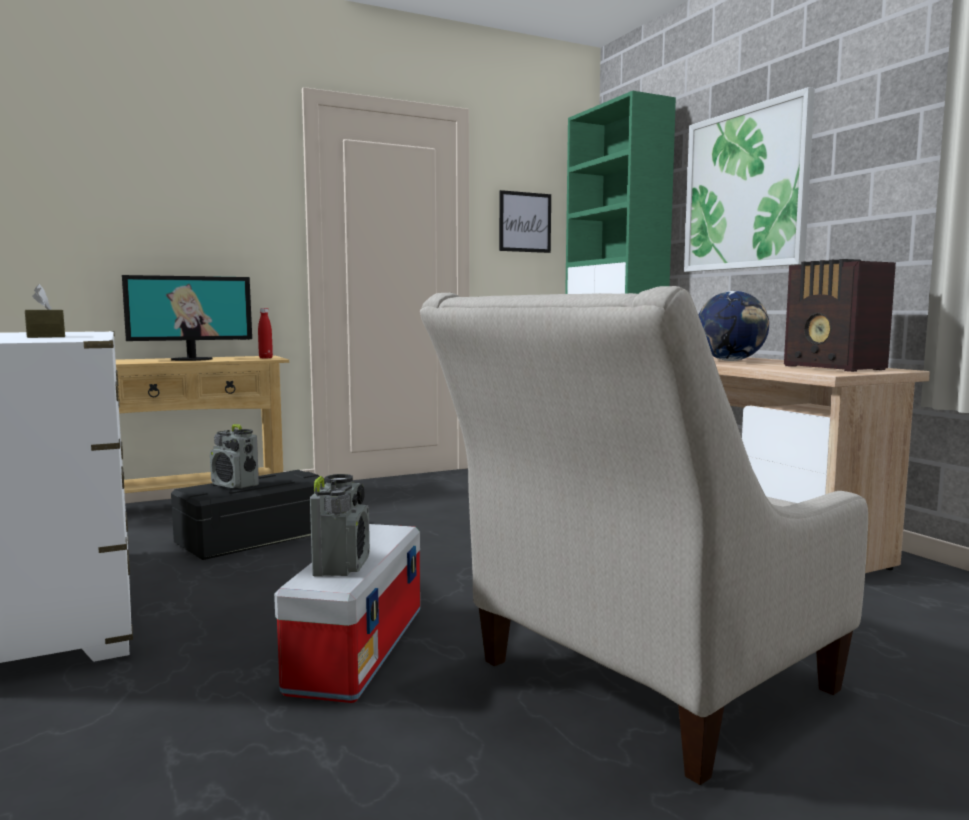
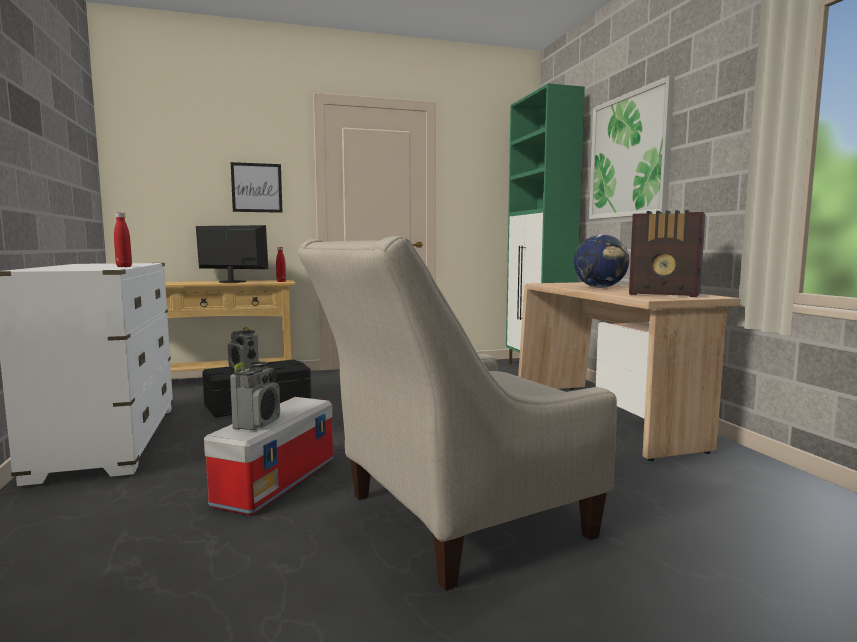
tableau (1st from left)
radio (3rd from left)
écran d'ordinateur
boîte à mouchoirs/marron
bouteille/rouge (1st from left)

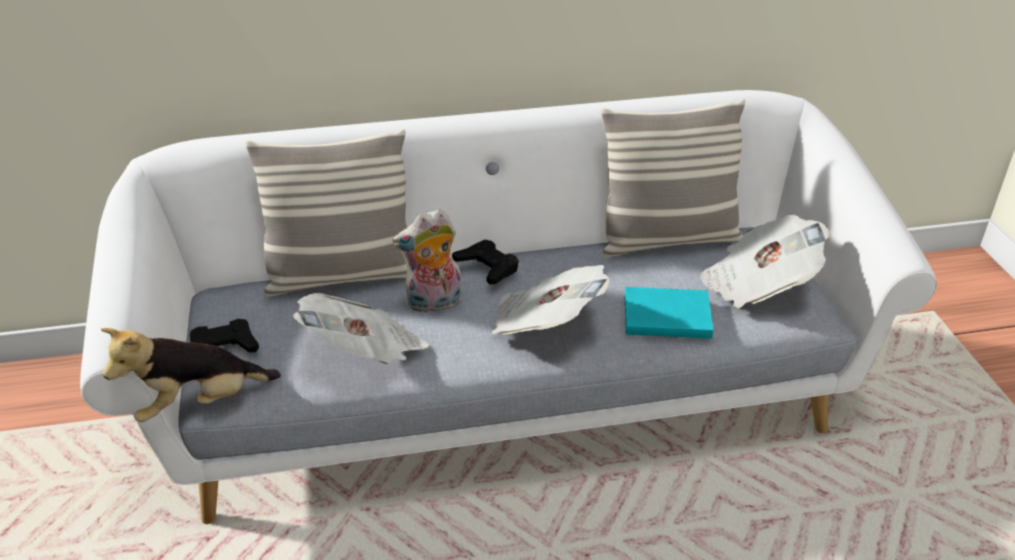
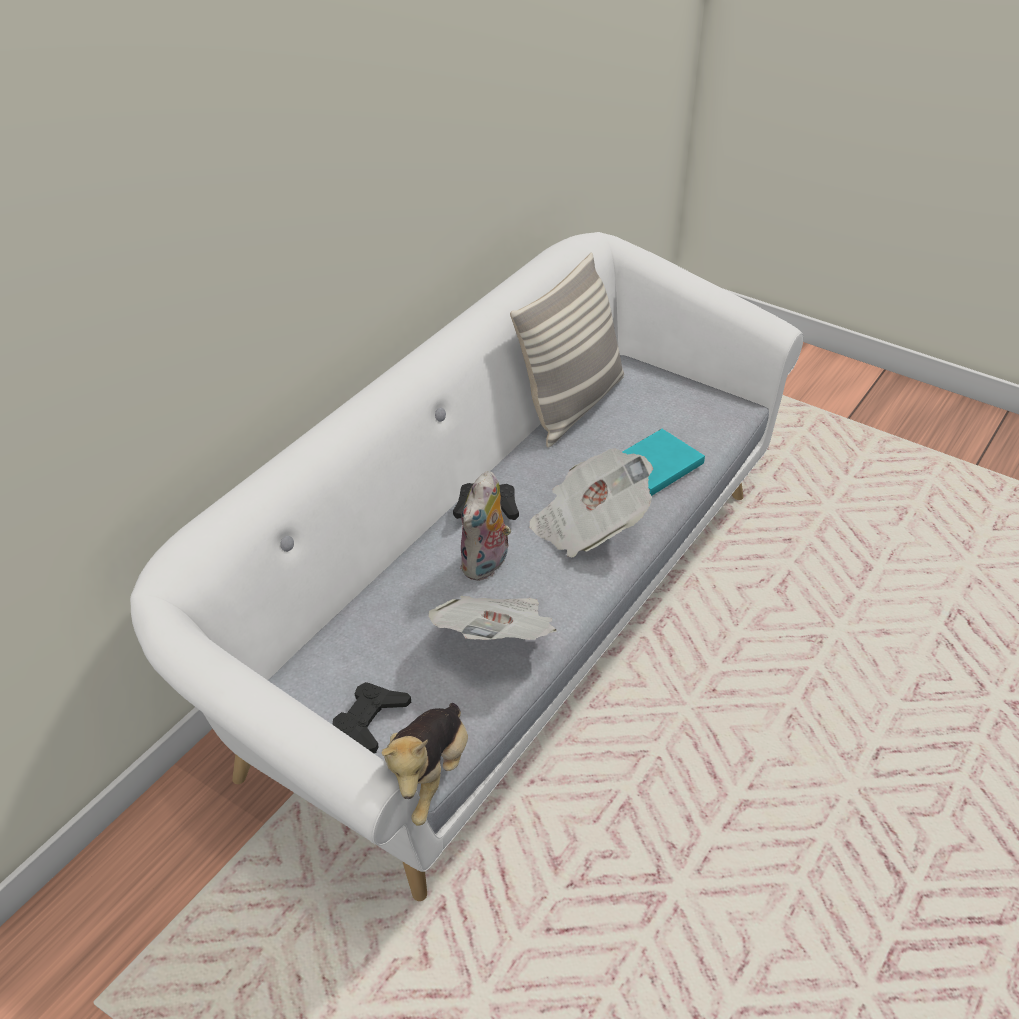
coussin (1st from left in the first image)
journal (3rd from left in the first image)

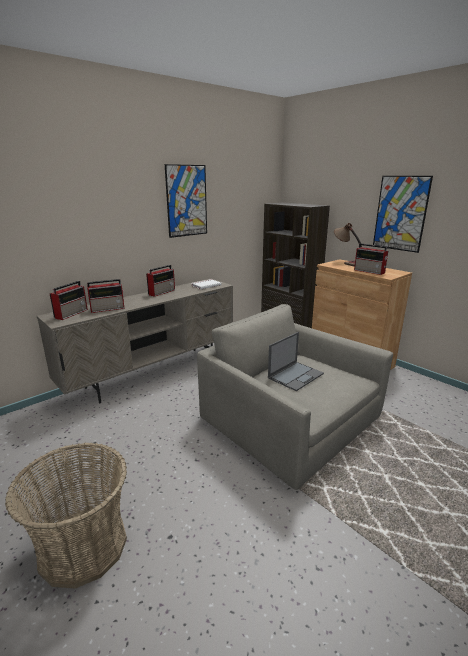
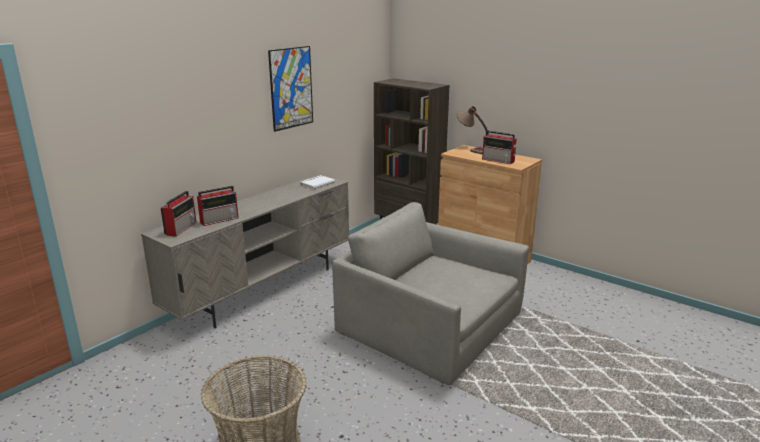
tableau (2nd from left in the first image)
radio (3rd from left in the first image)
ordinateur portable

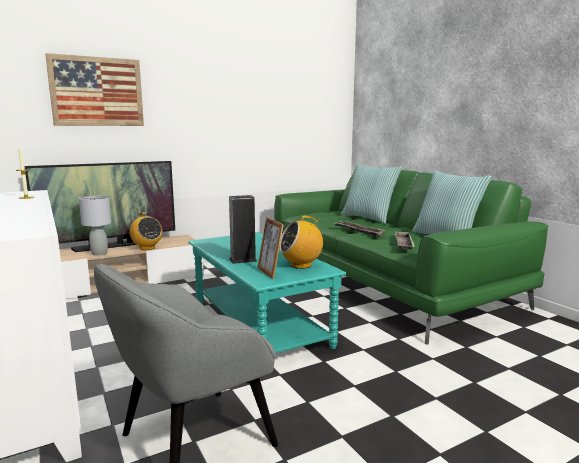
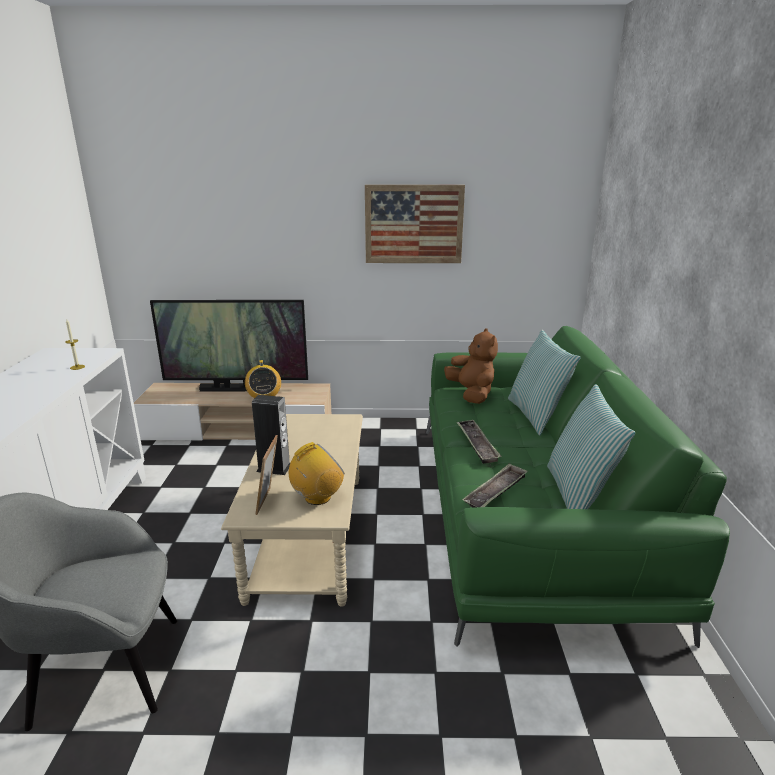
tableau
lampe de table/gris
radio (2nd from left)
table basse/beige
peluche/marron

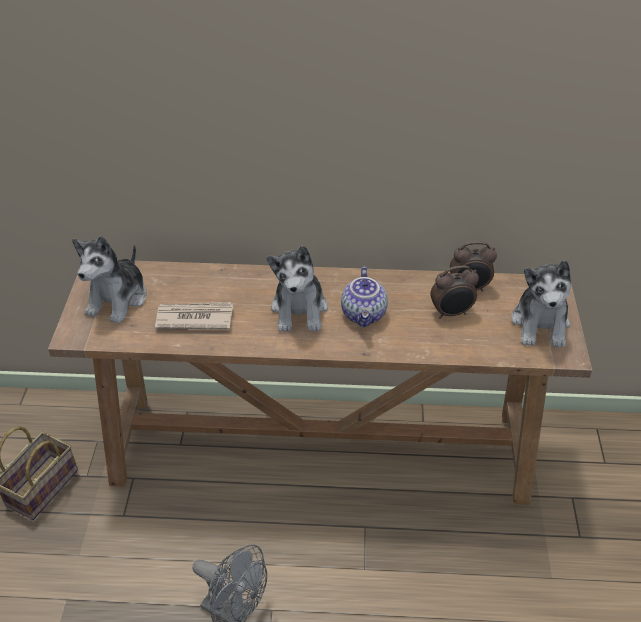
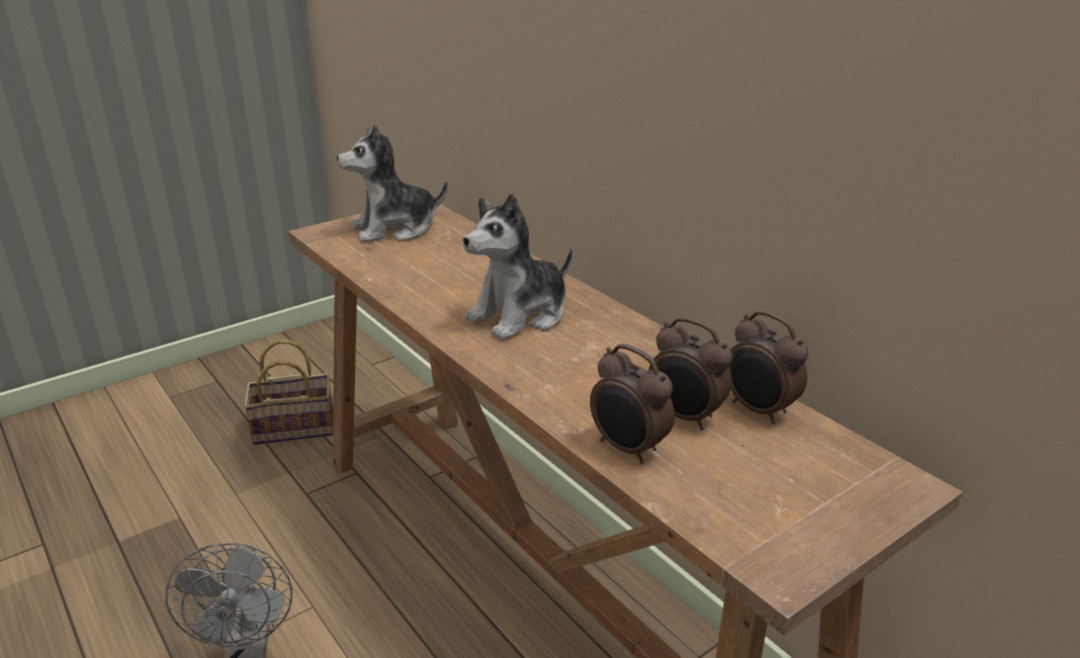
peluche (3rd from left in the first image)
théière
journal
réveil (1st from left)

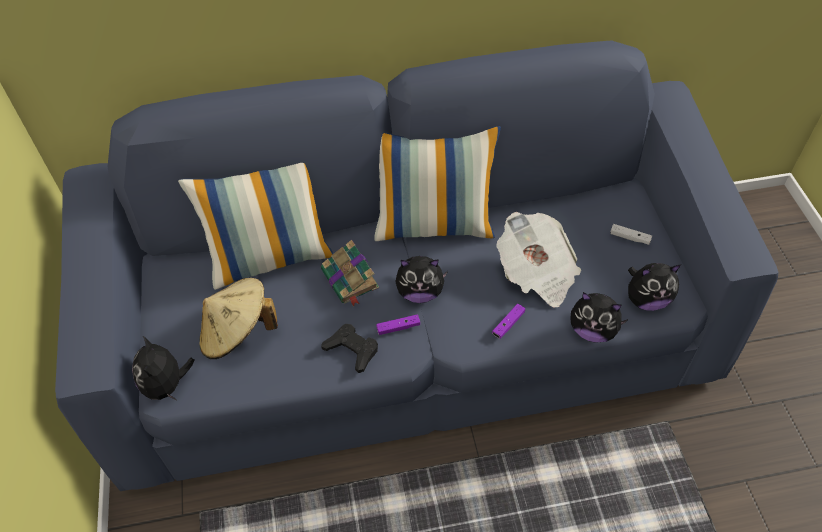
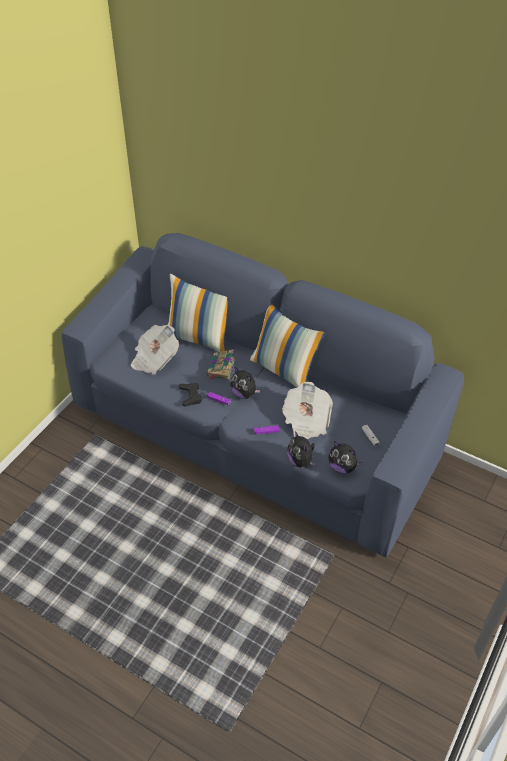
journal (1st from left)
peluche (1st from left in the first image)

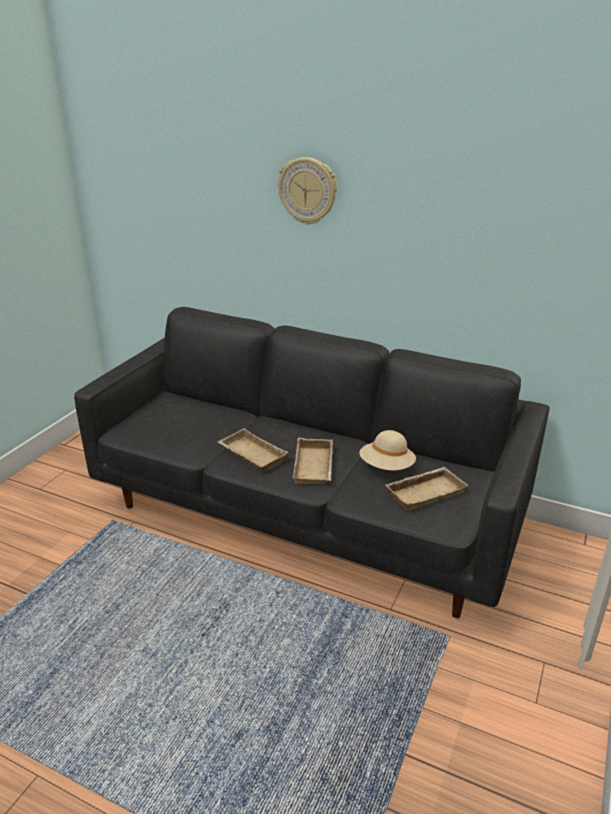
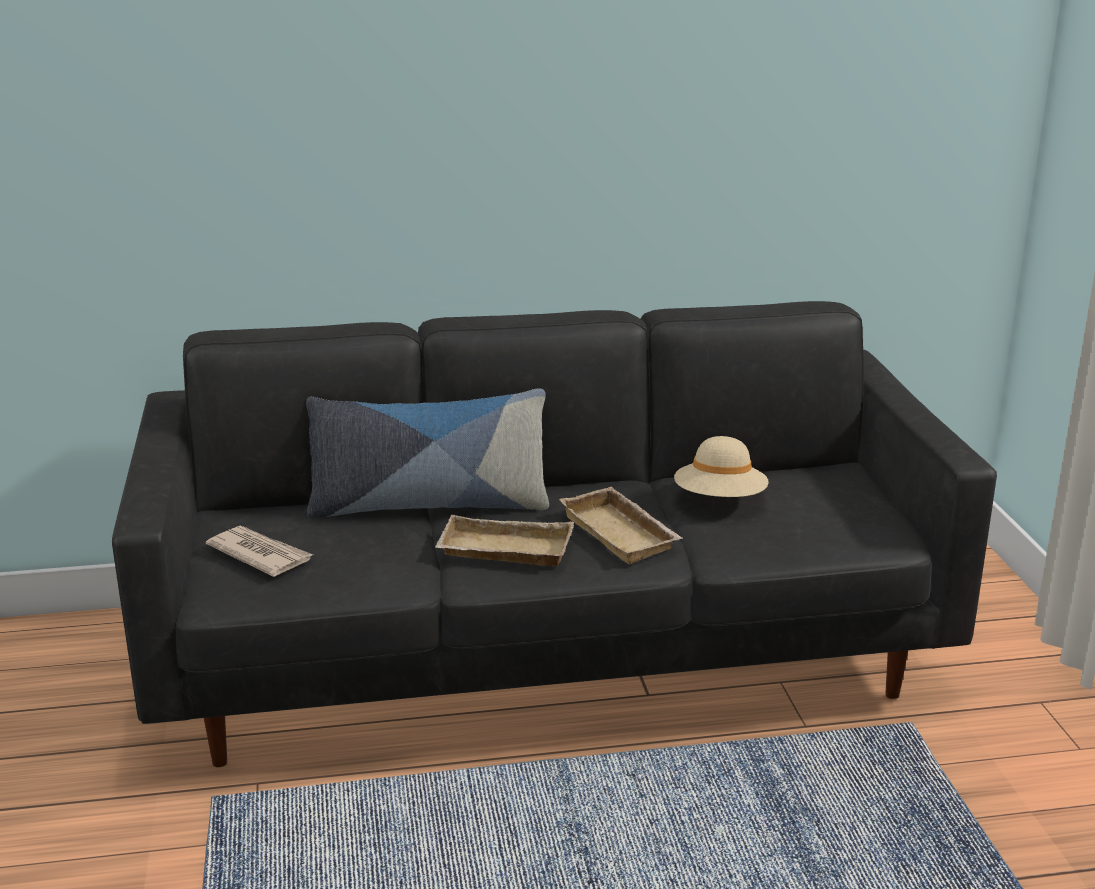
horloge murale
plateau/beige (3rd from left in the first image)
coussin
journal

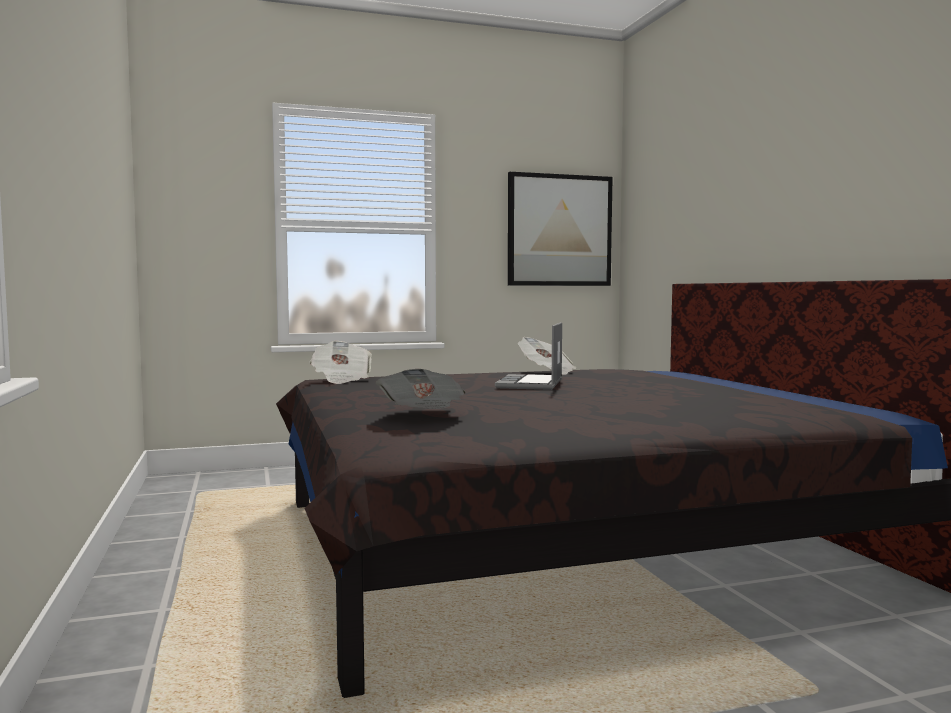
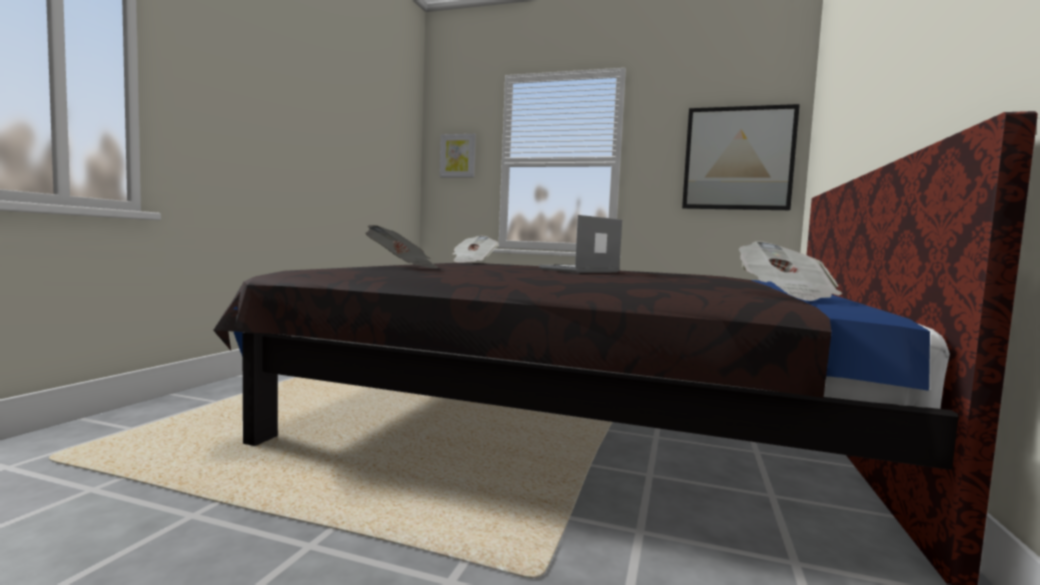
journal (3rd from left)
tableau (1st from left)

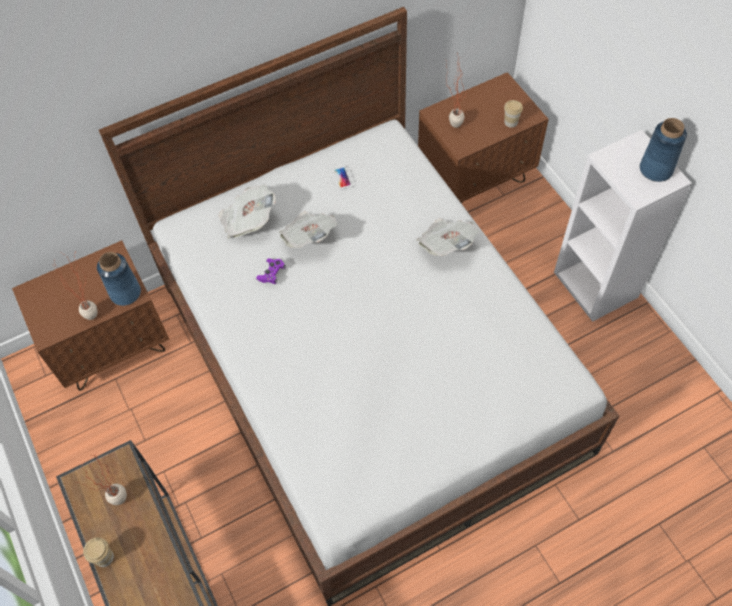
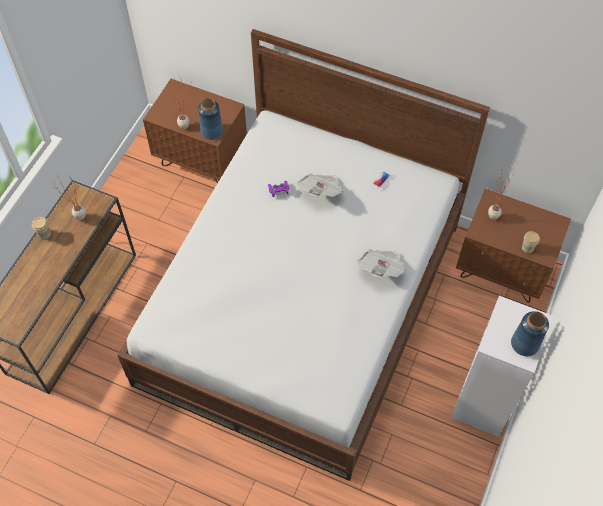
journal (1st from left in the first image)

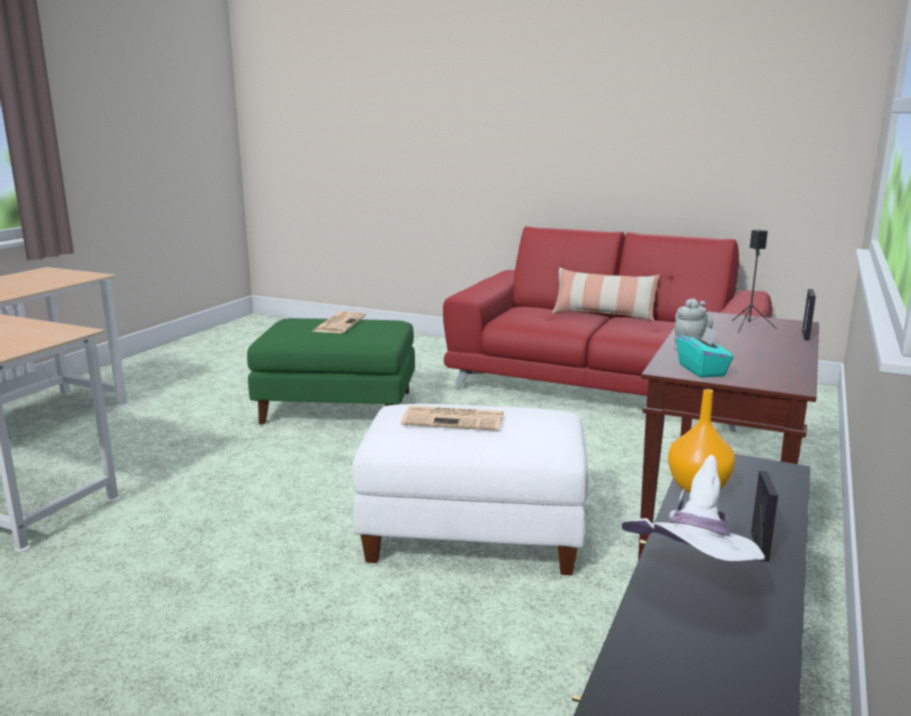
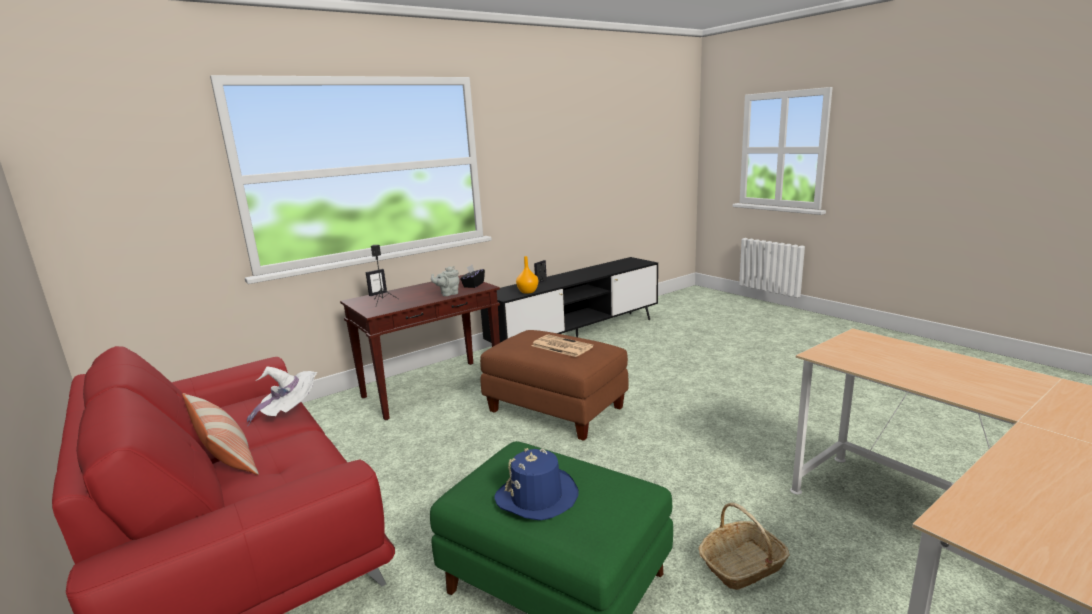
chapeau/bleu
boîte à mouchoirs/noir
pouf/marron
chapeau/blanc
panier

